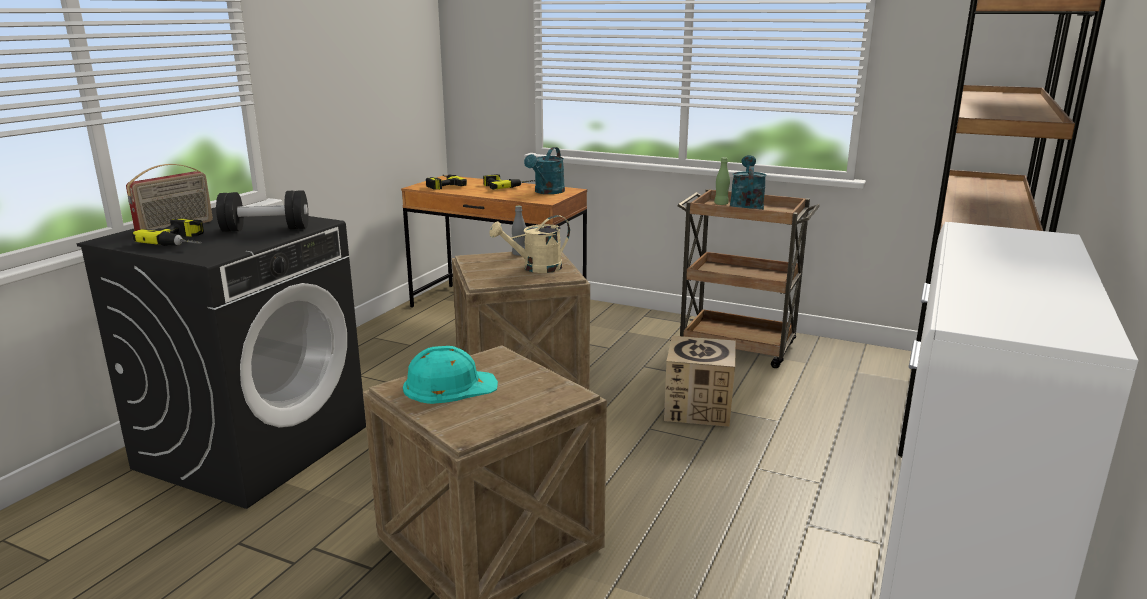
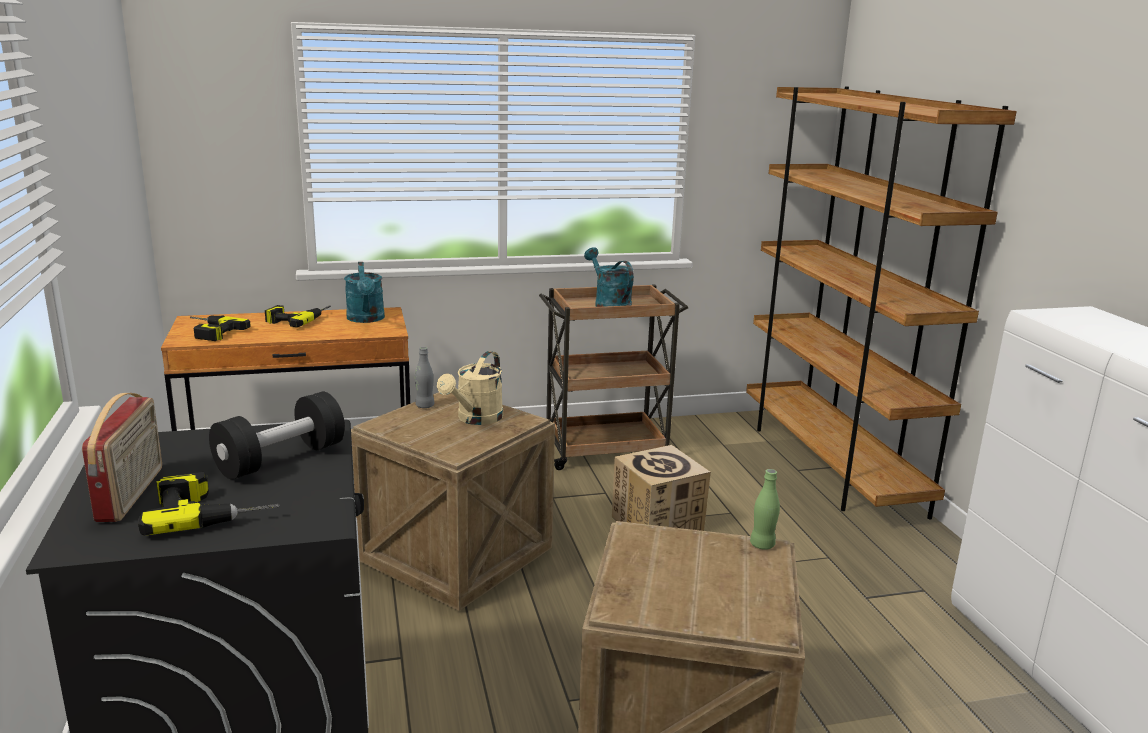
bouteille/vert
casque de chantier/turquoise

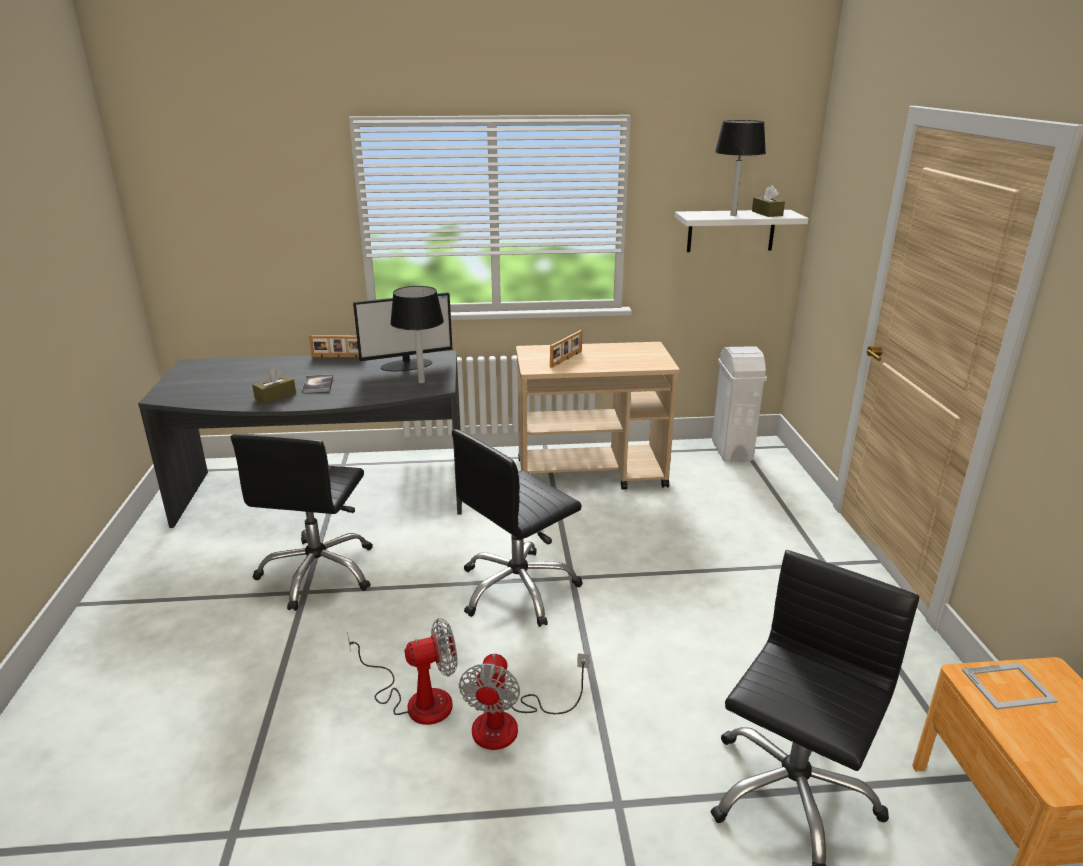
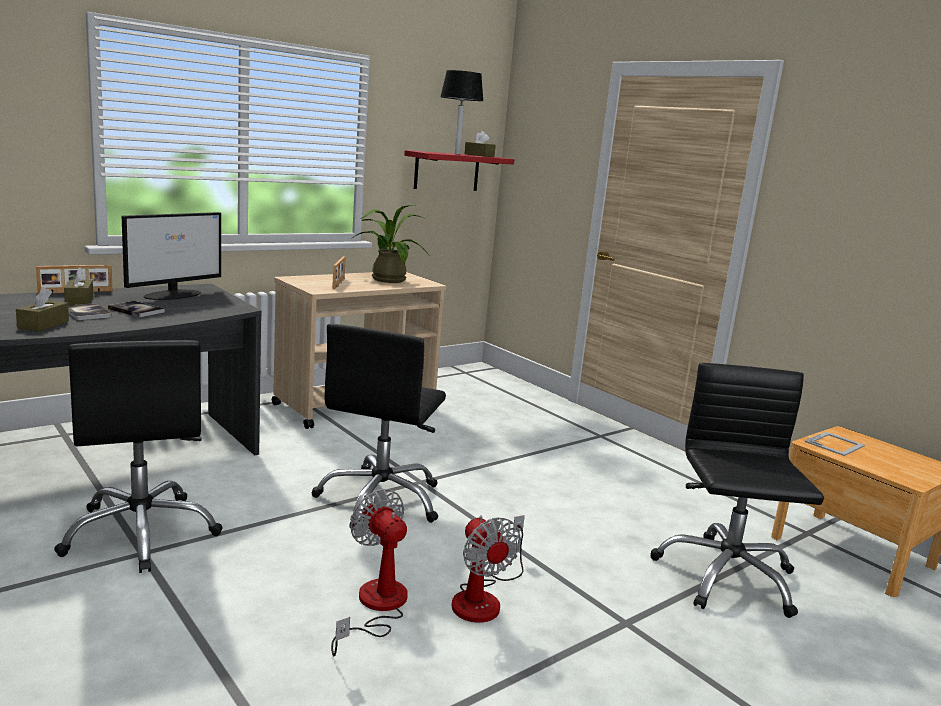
étagère/rouge
lampe de table/noir (1st from left in the first image)
poubelle/blanc
ventilateur (1st from left)
plante en pot
boîte à mouchoirs/marron (2nd from left)
livre (2nd from left)

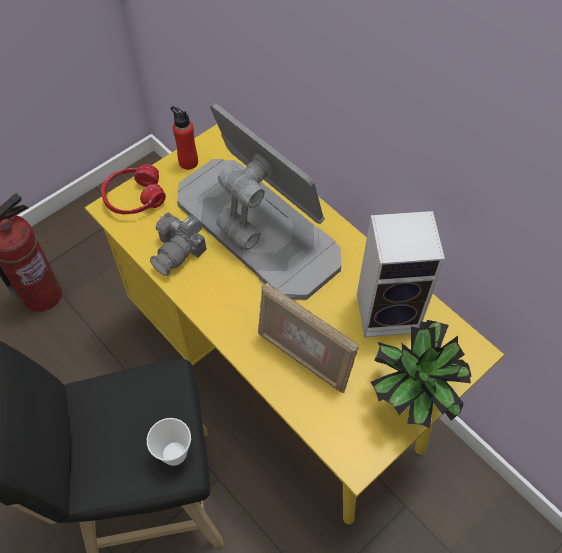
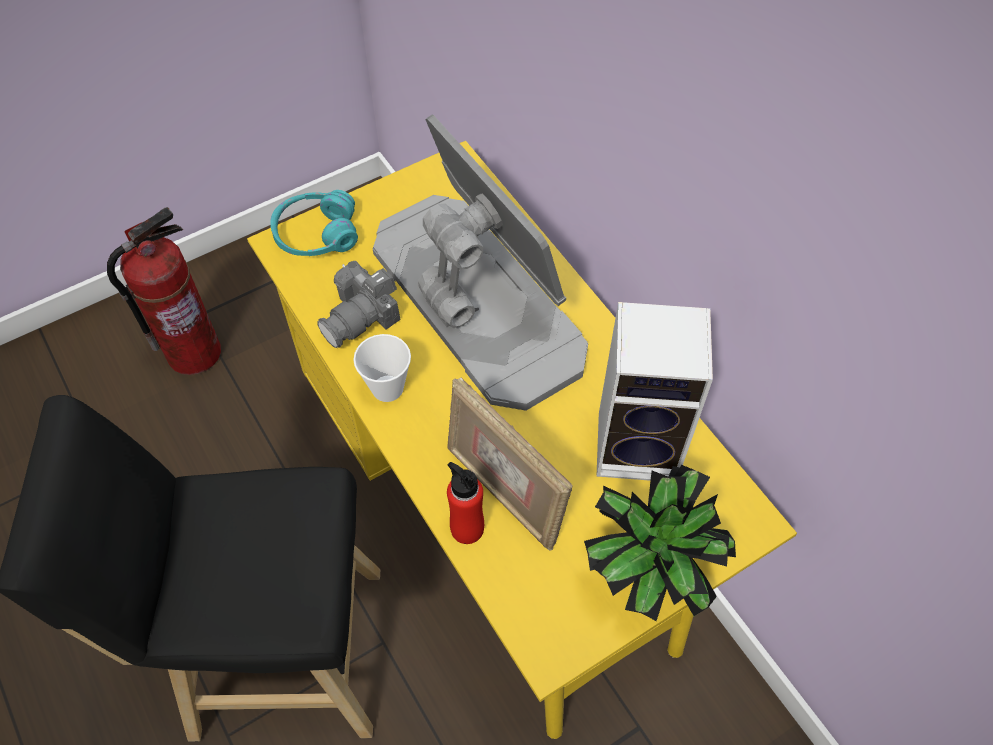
bouteille/rouge
casque audio/turquoise
tasse

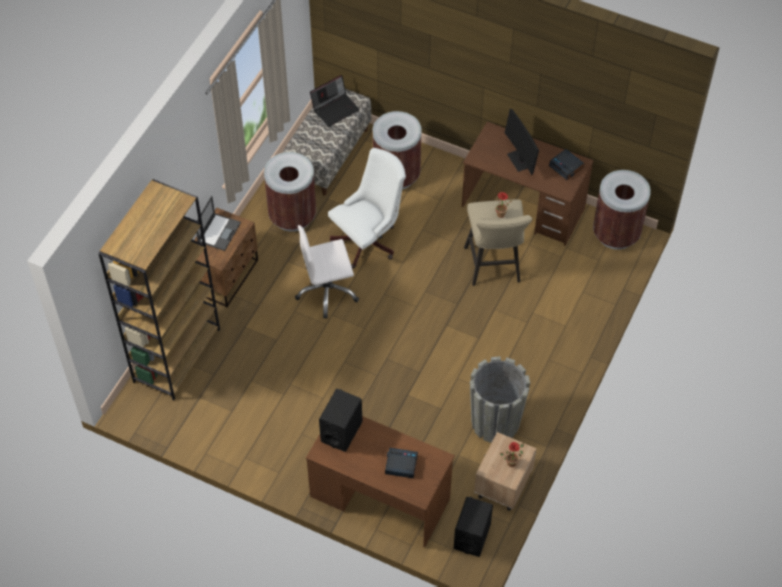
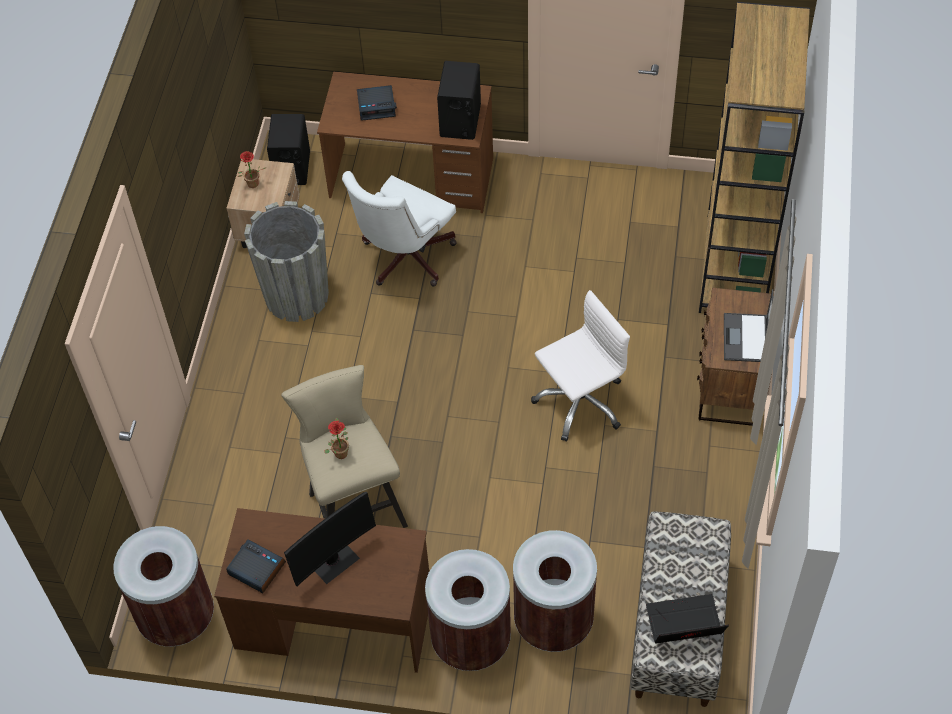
ordinateur portable (1st from left)
écran d'ordinateur
chaise de bureau/blanc (1st from left)
poubelle/marron (2nd from left)

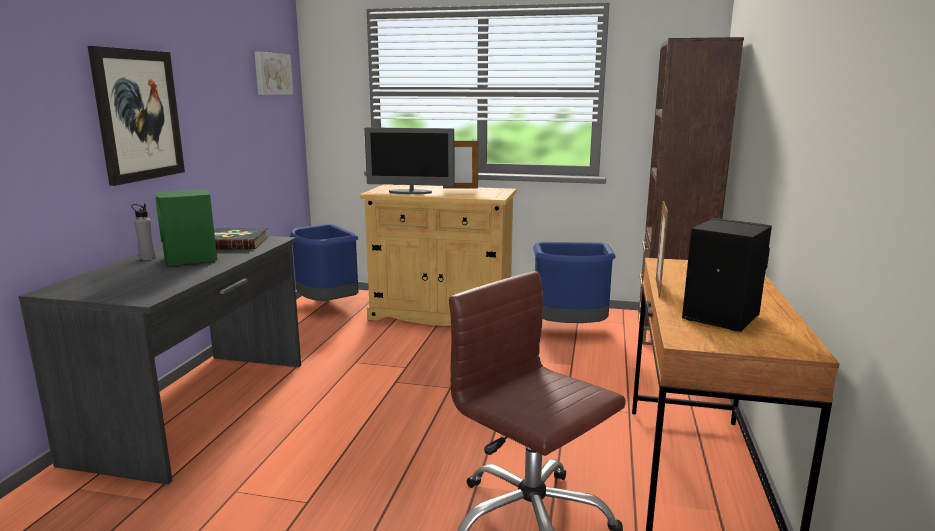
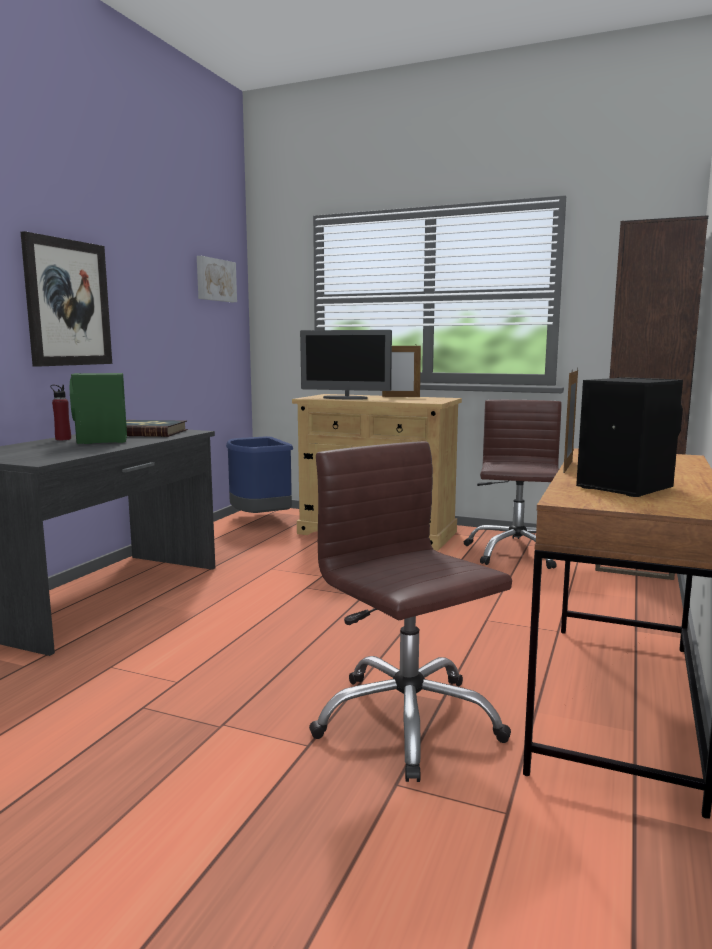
bouteille/rouge
chaise de bureau/marron (2nd from left)

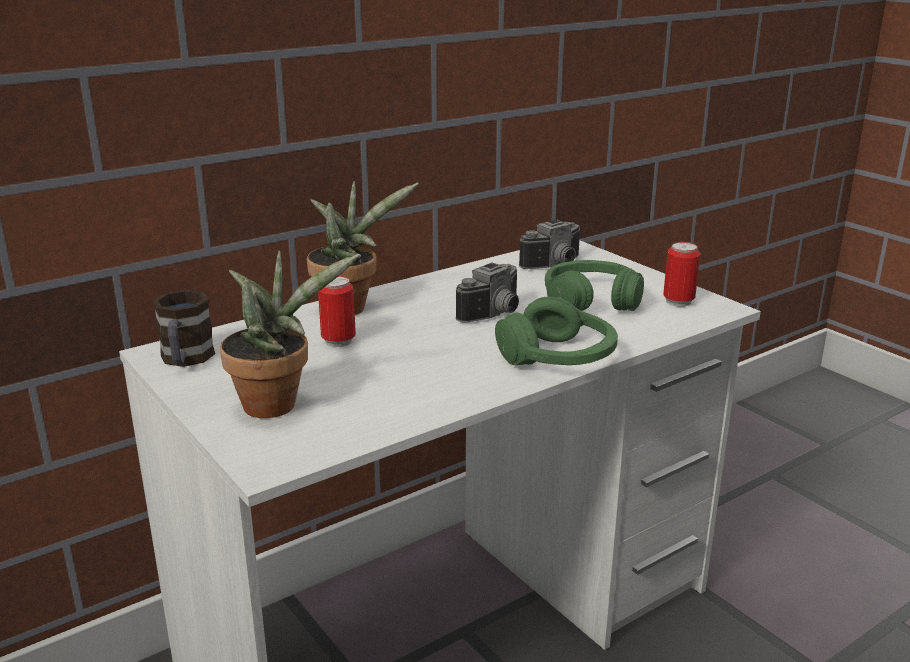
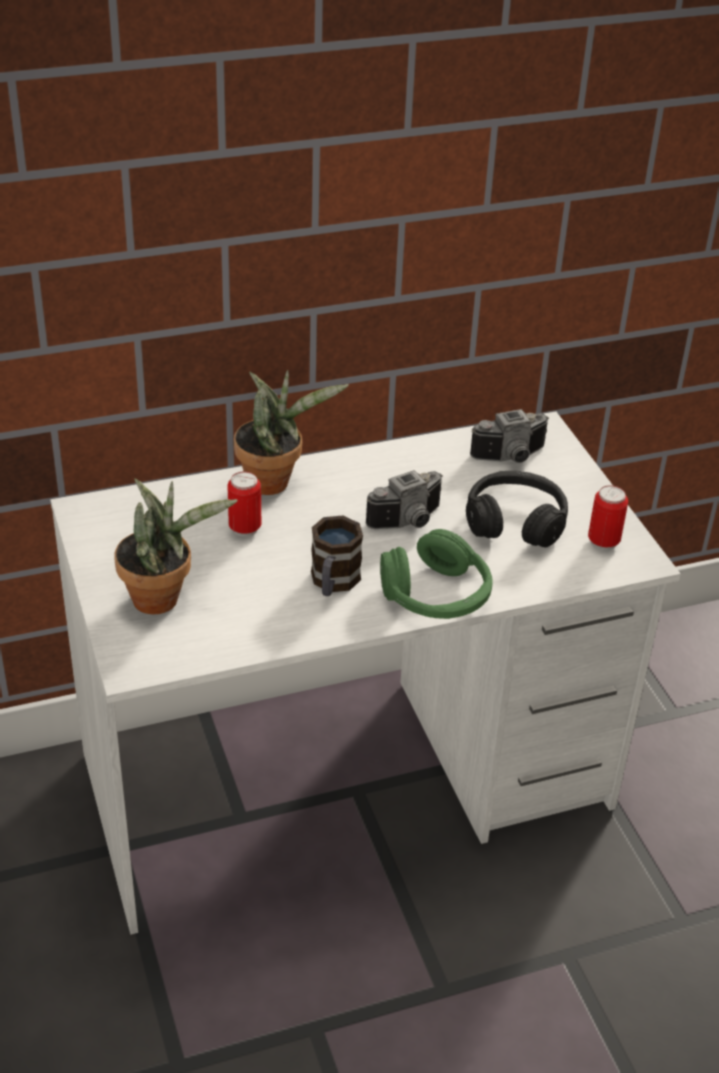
casque audio/noir
mug

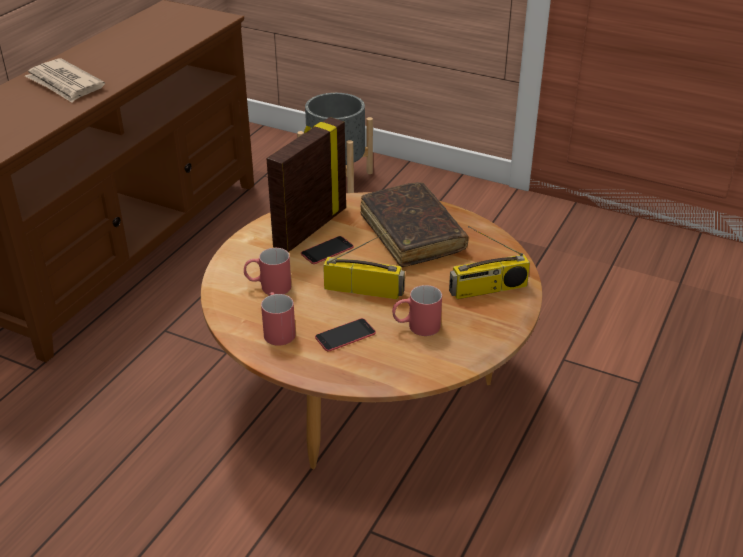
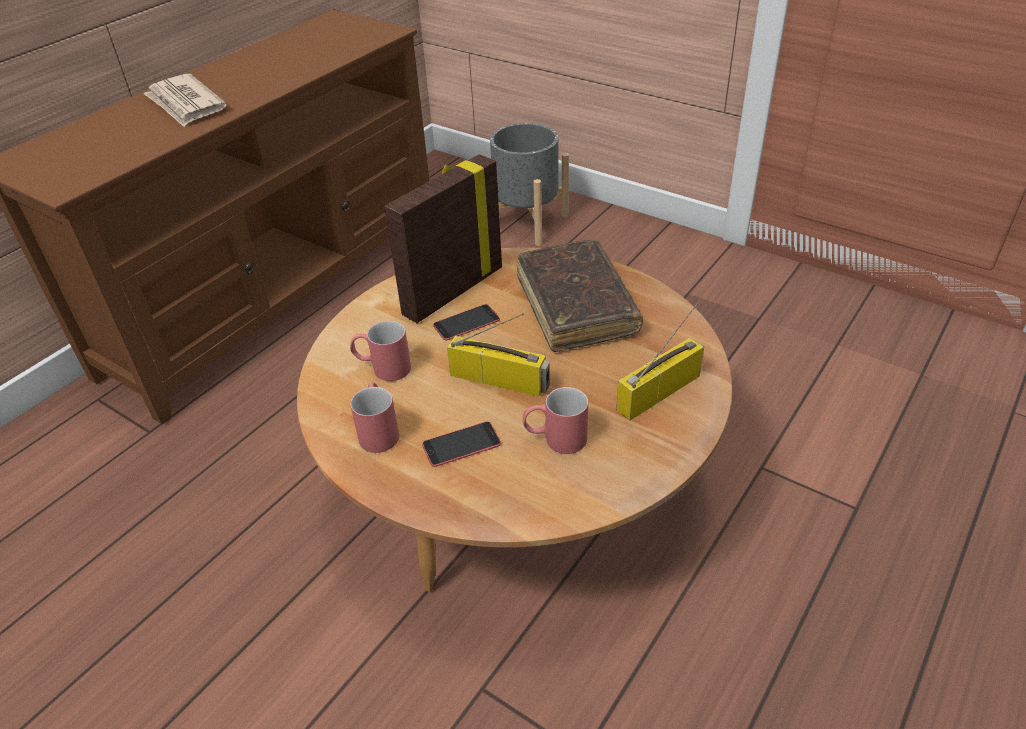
radio (2nd from left)

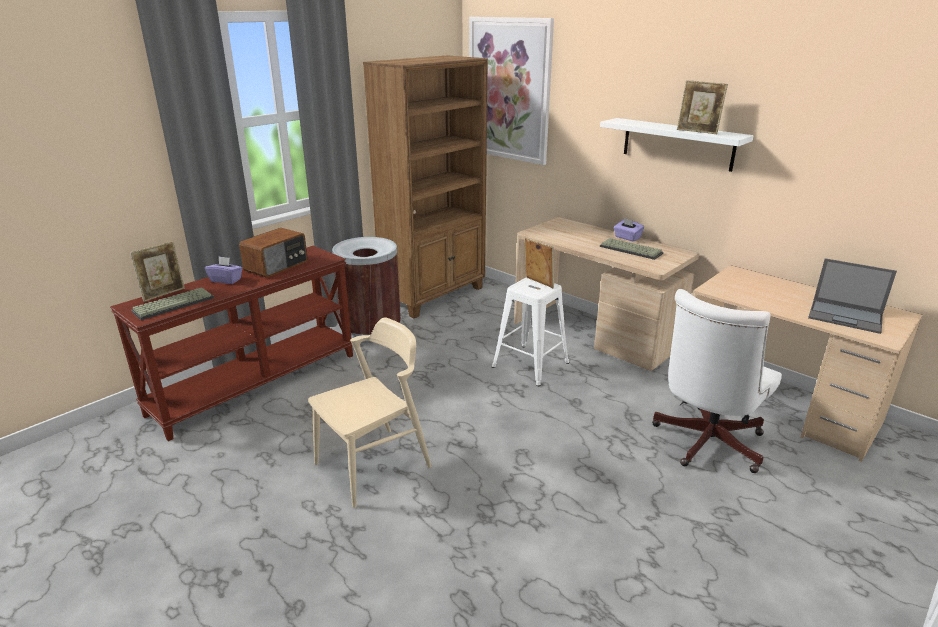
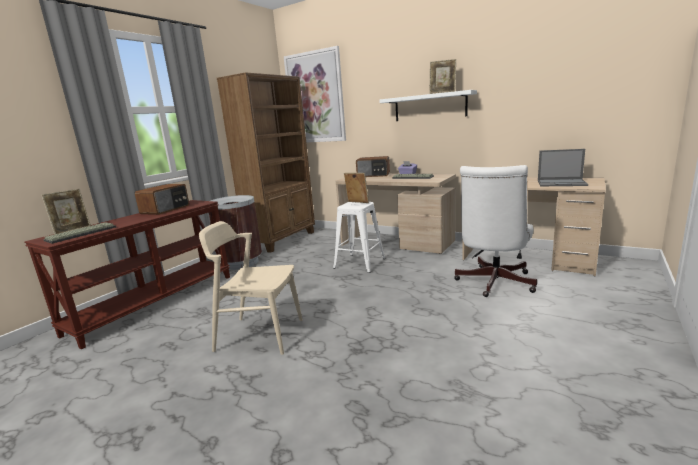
boîte à mouchoirs/violet (1st from left in the first image)
chaise/beige
radio (2nd from left)

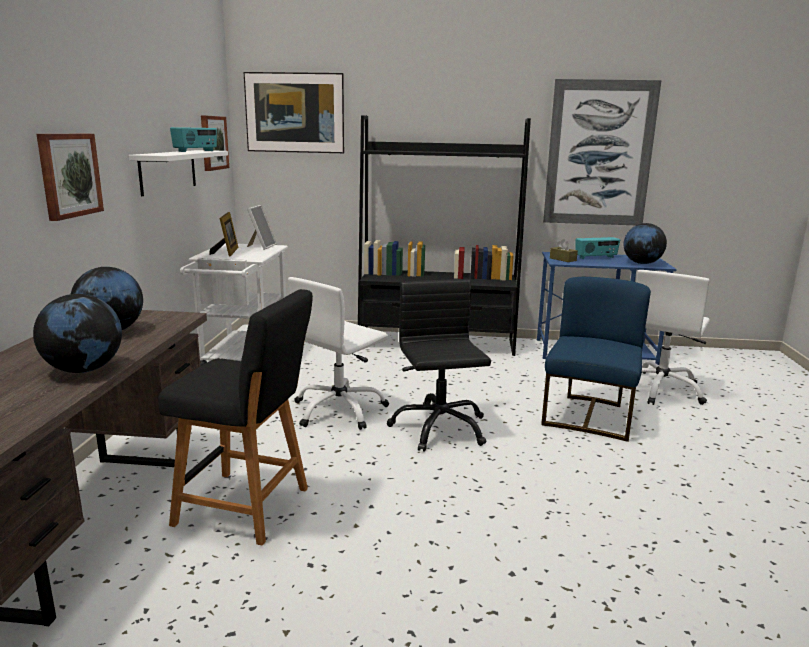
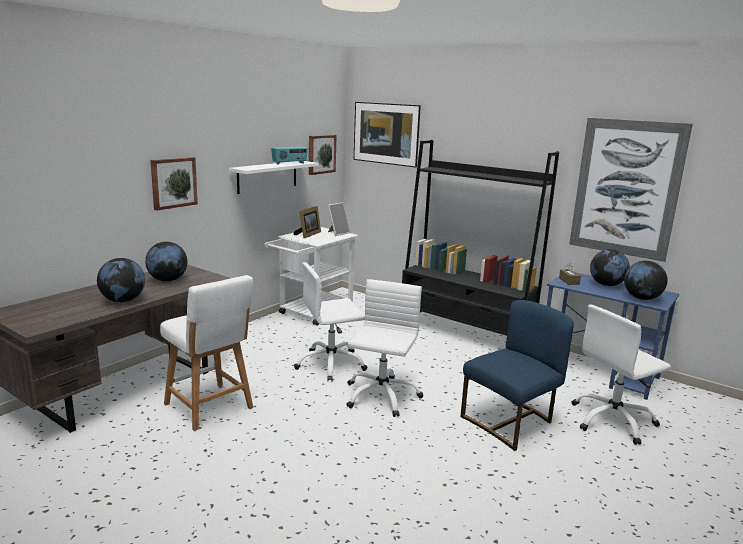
globe (3rd from left)
chaise de bureau/blanc (2nd from left)
tabouret/blanc

